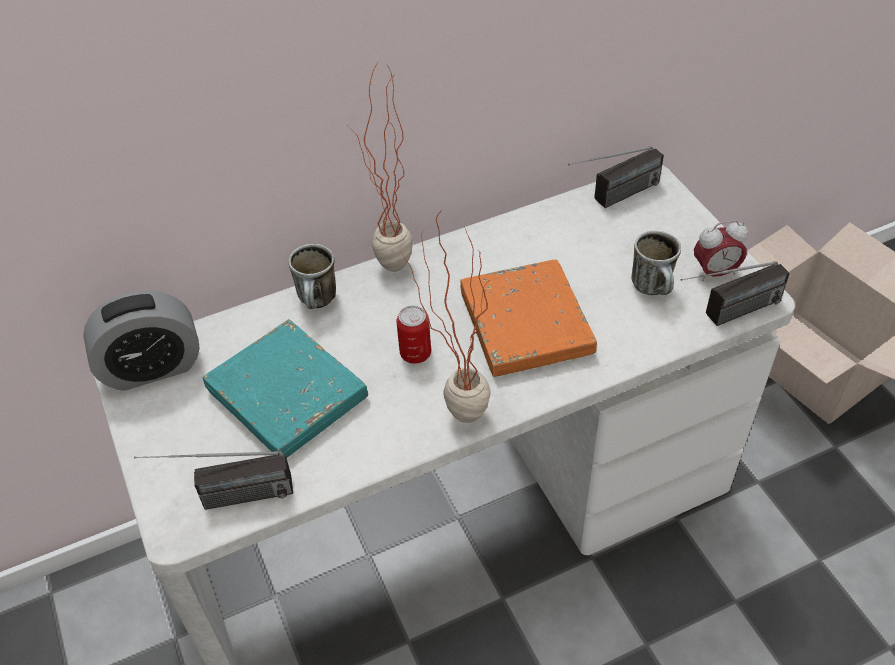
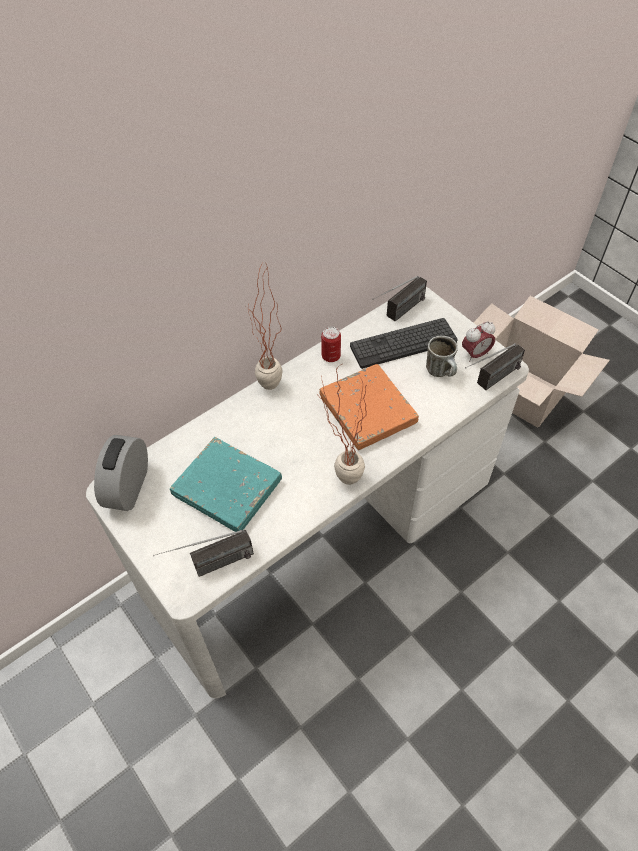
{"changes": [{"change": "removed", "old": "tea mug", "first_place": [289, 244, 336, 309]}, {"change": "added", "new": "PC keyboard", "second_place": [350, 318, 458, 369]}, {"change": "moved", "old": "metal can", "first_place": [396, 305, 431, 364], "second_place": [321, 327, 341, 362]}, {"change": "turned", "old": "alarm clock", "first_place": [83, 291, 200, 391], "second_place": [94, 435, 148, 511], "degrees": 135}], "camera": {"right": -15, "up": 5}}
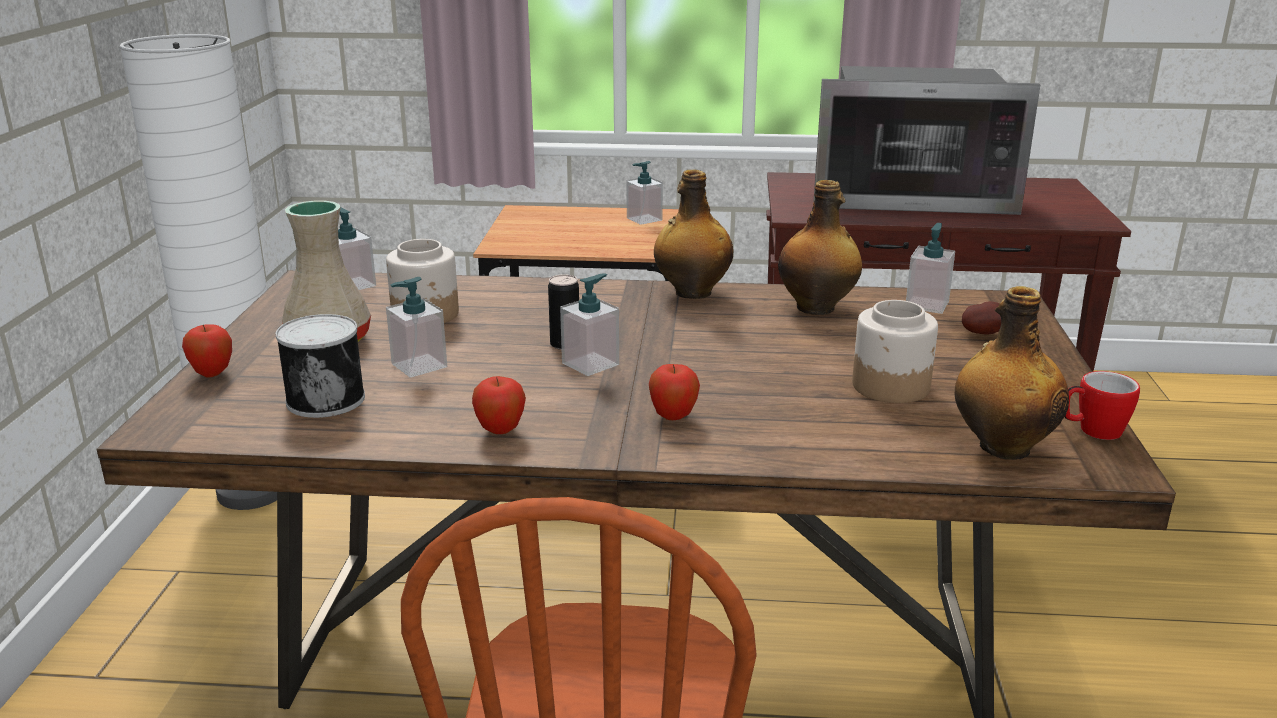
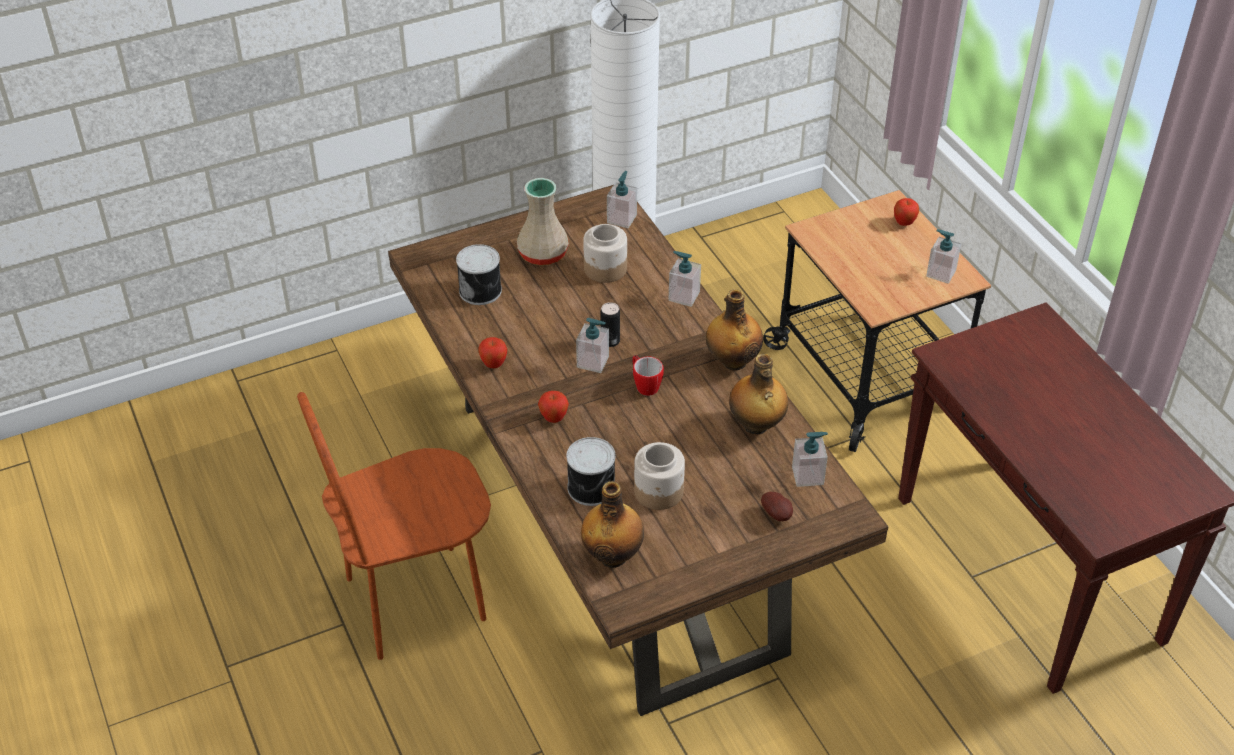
{"changes": [{"change": "removed", "old": "microwave oven", "first_place": [813, 66, 1040, 215]}, {"change": "added", "new": "metal can", "second_place": [566, 437, 616, 506]}, {"change": "moved", "old": "apple", "first_place": [182, 324, 232, 377], "second_place": [894, 198, 919, 226]}, {"change": "moved", "old": "soap bottle", "first_place": [386, 277, 447, 378], "second_place": [668, 251, 701, 307]}, {"change": "moved", "old": "tea mug", "first_place": [1065, 371, 1140, 440], "second_place": [632, 355, 664, 396]}], "camera": {"right": 60, "up": 20}}
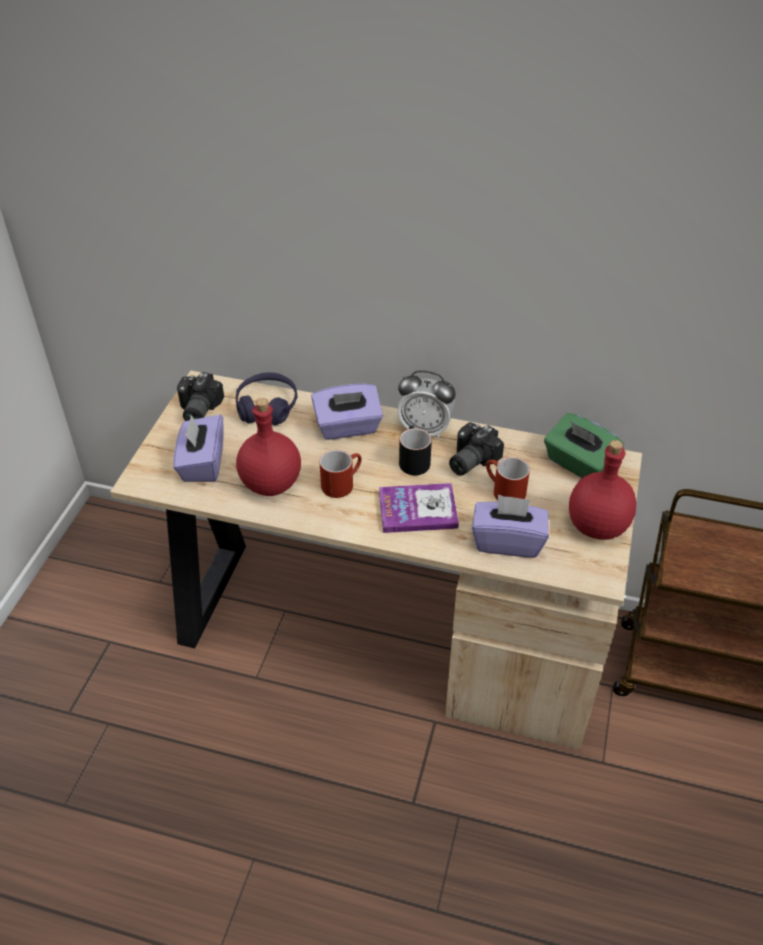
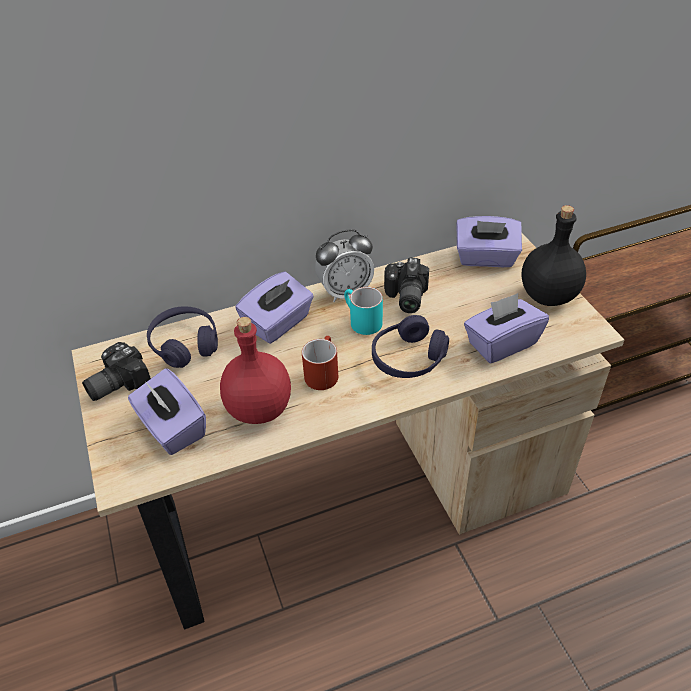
{"changes": [{"change": "removed", "old": "tea mug (reddish)", "first_place": [486, 457, 530, 500]}, {"change": "replaced", "old": "volume", "new": "headphones (purple-coloured)", "first_place": [379, 483, 459, 533], "second_place": [372, 315, 449, 378]}, {"change": "recoloured", "old": "tea mug (black-coloured)", "new": "tea mug (blue-green)", "first_place": [399, 426, 432, 475], "second_place": [344, 287, 383, 335]}, {"change": "recoloured", "old": "tissue holder (green)", "new": "tissue holder (purple-coloured)", "first_place": [544, 413, 624, 478], "second_place": [457, 216, 522, 267]}, {"change": "recoloured", "old": "bottle (reddish)", "new": "bottle (black-coloured)", "first_place": [569, 440, 636, 540], "second_place": [522, 205, 586, 306]}, {"change": "turned", "old": "photo camera", "first_place": [177, 372, 224, 421], "second_place": [82, 342, 151, 401], "degrees": 75}], "camera": {"right": -35, "up": 0}}
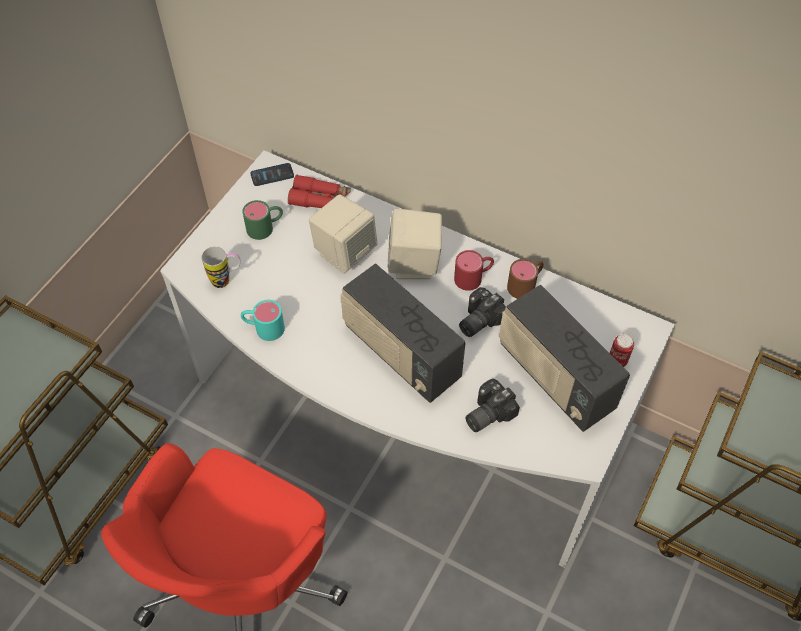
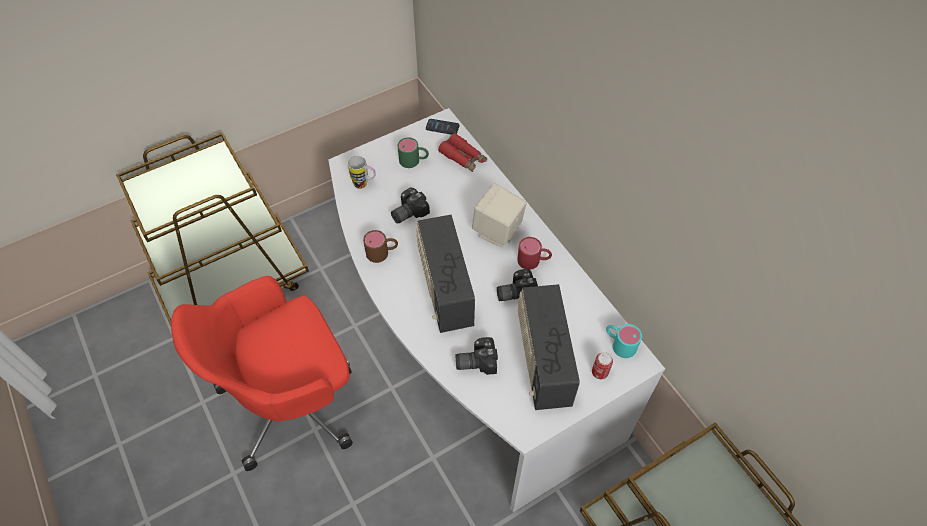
{"changes": [{"change": "removed", "old": "loudspeaker (sand-coloured)", "first_place": [309, 194, 378, 274]}, {"change": "added", "new": "photo camera", "second_place": [391, 187, 430, 224]}, {"change": "moved", "old": "tea mug (blue-green)", "first_place": [241, 300, 285, 341], "second_place": [606, 324, 642, 358]}, {"change": "moved", "old": "tea mug (brown-coloured)", "first_place": [507, 259, 544, 299], "second_place": [363, 230, 398, 263]}], "camera": {"right": 30, "up": 0}}
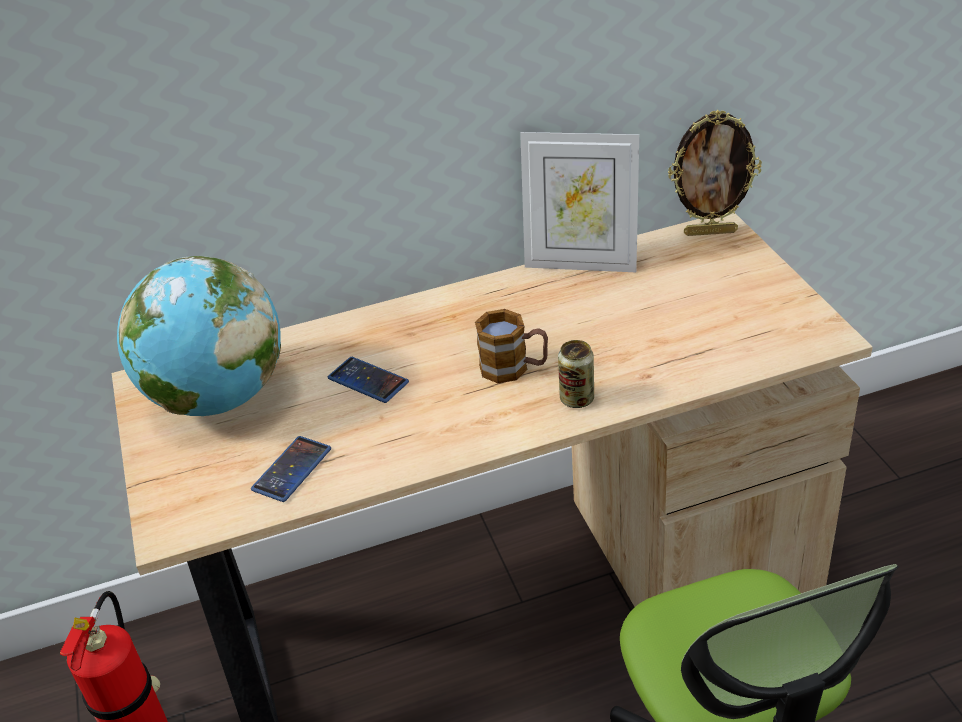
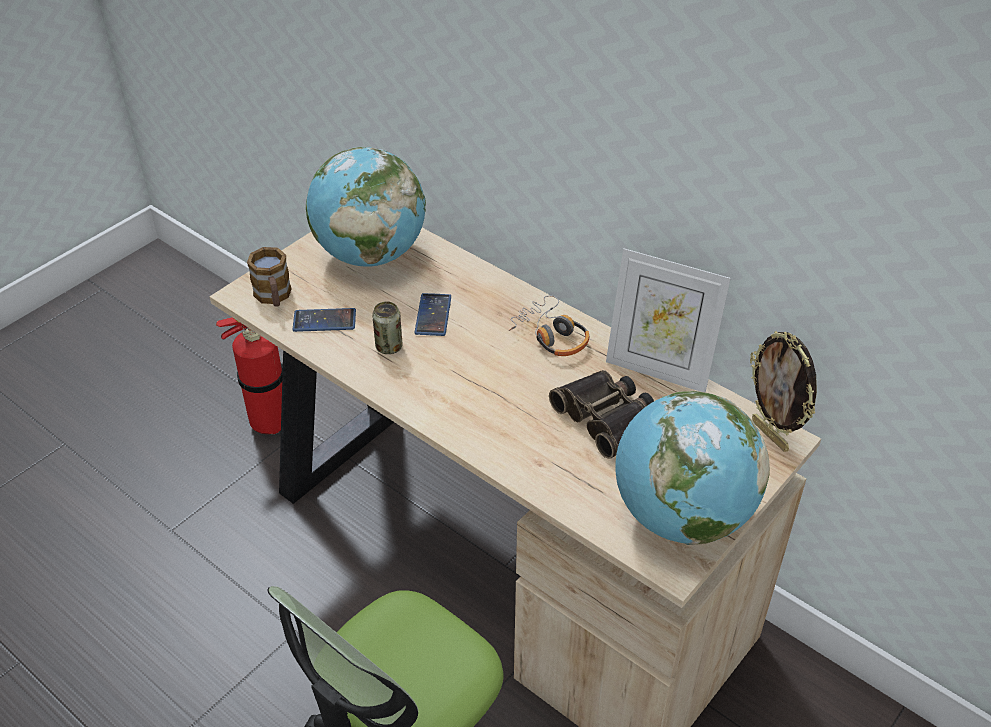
{"changes": [{"change": "added", "new": "headphones", "second_place": [509, 295, 589, 356]}, {"change": "added", "new": "pair of binoculars", "second_place": [549, 370, 654, 459]}, {"change": "added", "new": "desk globe", "second_place": [615, 391, 770, 545]}, {"change": "moved", "old": "tea mug", "first_place": [475, 309, 548, 383], "second_place": [247, 247, 292, 307]}, {"change": "moved", "old": "metal can", "first_place": [558, 340, 594, 408], "second_place": [372, 301, 403, 354]}, {"change": "turned", "old": "picture frame", "first_place": [520, 132, 639, 272], "second_place": [606, 248, 731, 392], "degrees": -45}], "camera": {"right": 55, "up": 5}}
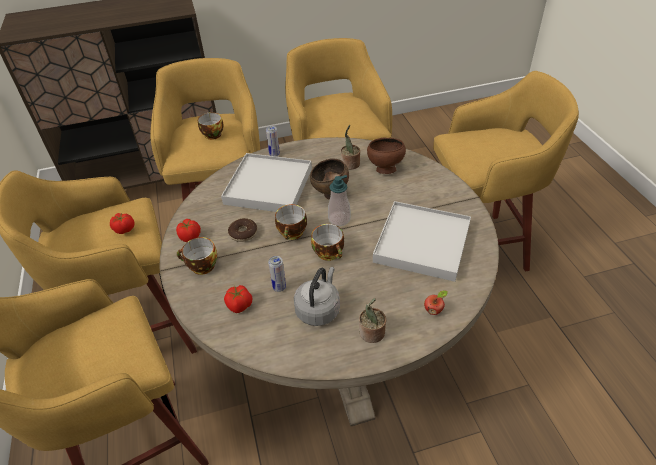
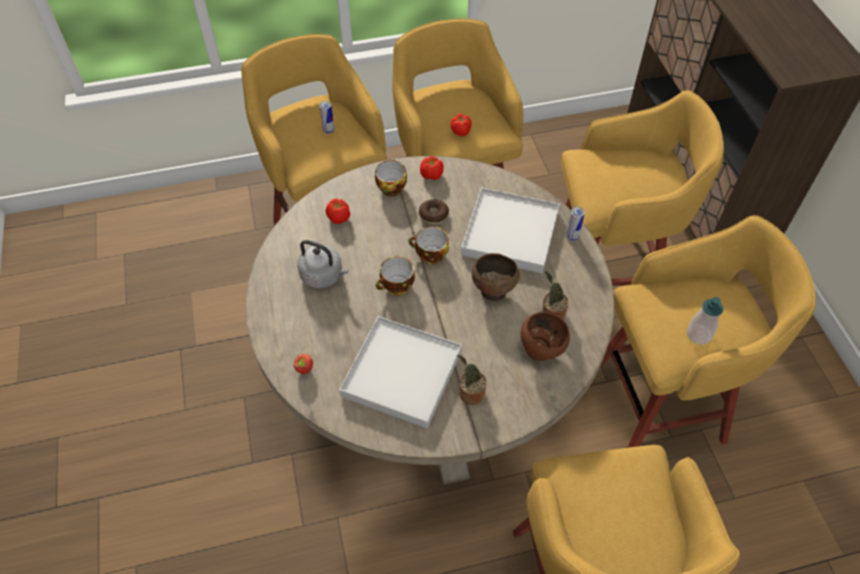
{"changes": [{"change": "removed", "old": "cup", "first_place": [198, 112, 224, 140]}, {"change": "moved", "old": "metal can", "first_place": [268, 256, 286, 292], "second_place": [319, 101, 334, 134]}, {"change": "moved", "old": "soap bottle", "first_place": [328, 175, 351, 226], "second_place": [687, 297, 724, 345]}, {"change": "moved", "old": "plant in a pot", "first_place": [359, 298, 386, 343], "second_place": [457, 354, 487, 405]}], "camera": {"right": 90, "up": 10}}
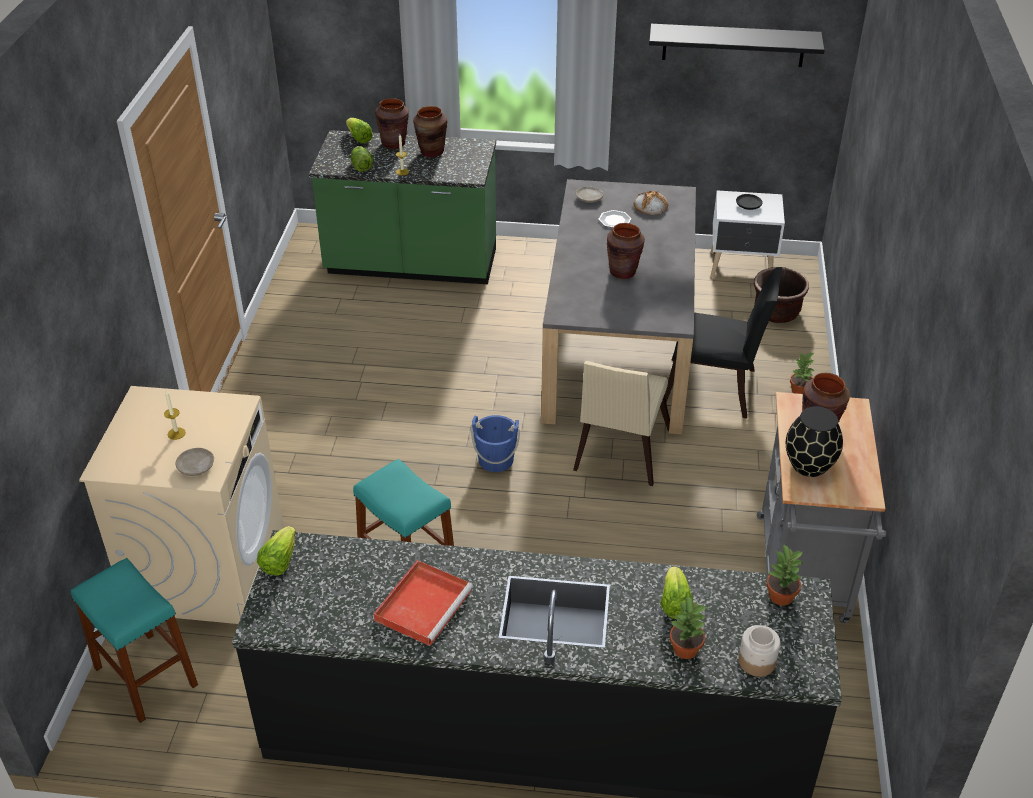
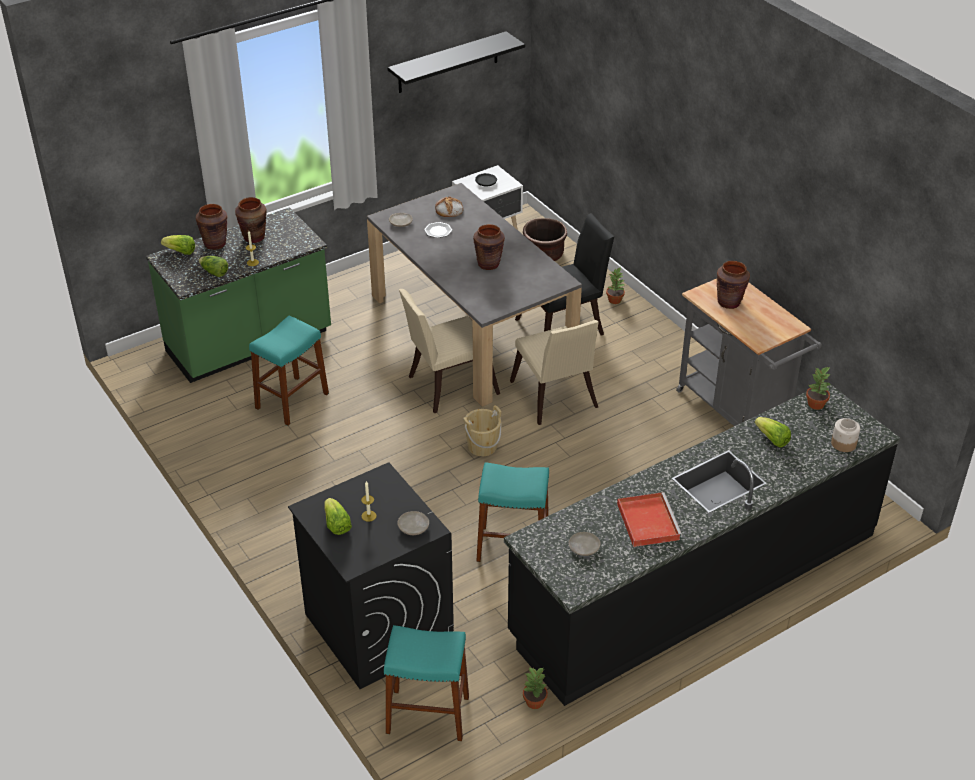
{"changes": [{"change": "removed", "old": "vase (black-coloured)", "first_place": [786, 406, 843, 477]}, {"change": "added", "new": "stool seat (blue-green)", "second_place": [249, 316, 329, 426]}, {"change": "added", "new": "plain chair (sand-coloured)", "second_place": [399, 289, 500, 413]}, {"change": "added", "new": "flat dish (sand-coloured)", "second_place": [569, 532, 601, 556]}, {"change": "moved", "old": "lettuce head", "first_place": [257, 526, 296, 575], "second_place": [324, 498, 352, 535]}, {"change": "moved", "old": "plant in a pot", "first_place": [670, 596, 707, 659], "second_place": [523, 667, 548, 709]}, {"change": "recoloured", "old": "washing machine (sand-coloured)", "new": "washing machine (black-coloured)", "first_place": [79, 386, 284, 624], "second_place": [288, 462, 454, 689]}, {"change": "recoloured", "old": "pail (blue)", "new": "pail (sand-coloured)", "first_place": [471, 415, 520, 472], "second_place": [463, 405, 501, 456]}], "camera": {"right": -40, "up": 0}}
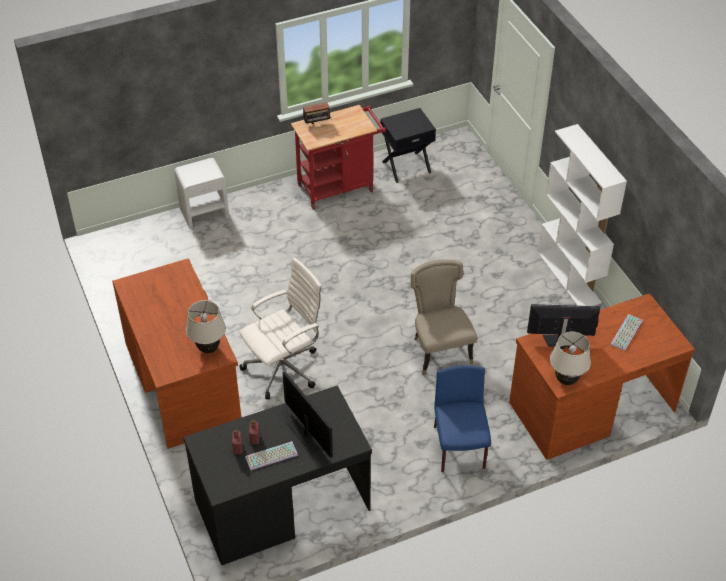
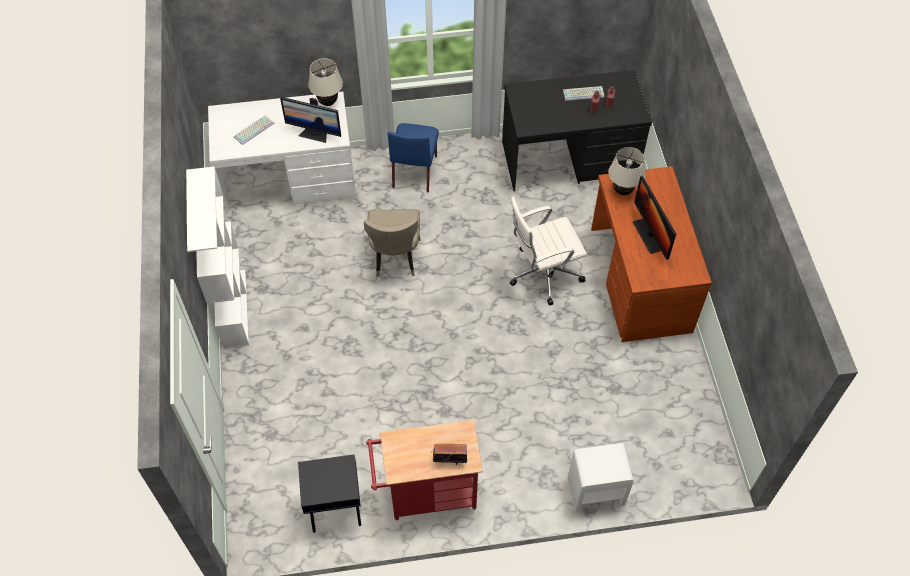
{"changes": [{"change": "moved", "old": "computer screen", "first_place": [283, 371, 333, 458], "second_place": [633, 176, 676, 260]}, {"change": "recoloured", "old": "desk unit (brown-coloured)", "new": "desk unit (white-coloured)", "first_place": [509, 293, 695, 460], "second_place": [208, 91, 357, 214]}], "camera": {"right": -165, "up": 10}}
